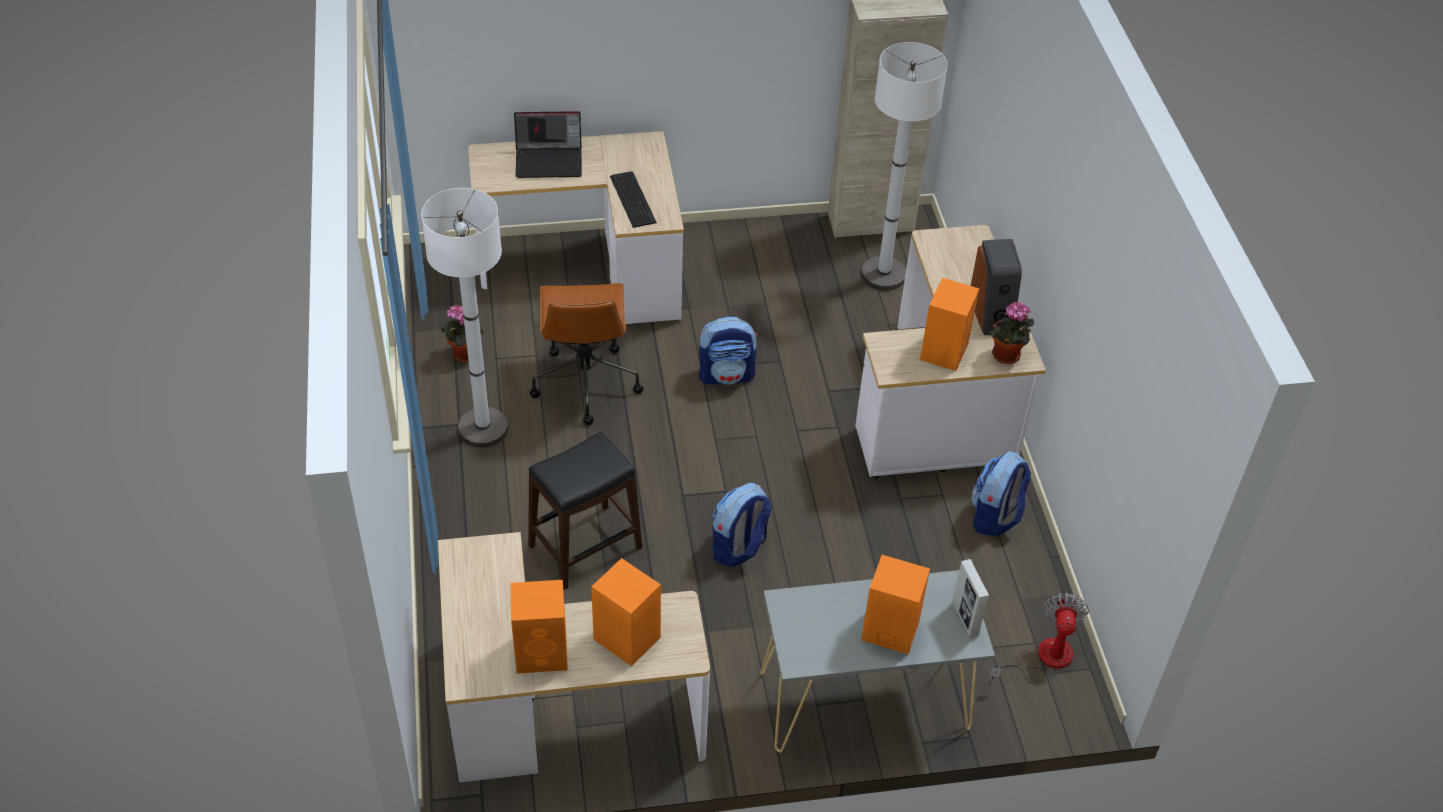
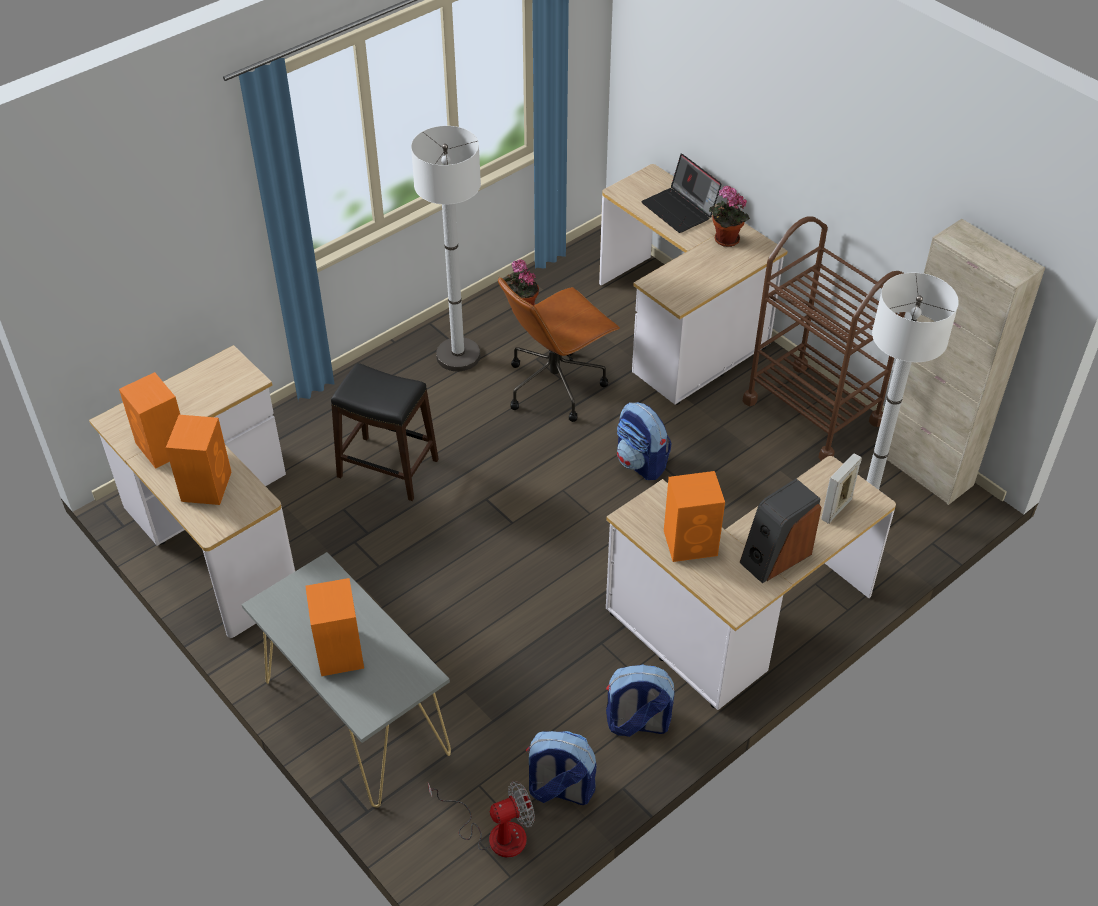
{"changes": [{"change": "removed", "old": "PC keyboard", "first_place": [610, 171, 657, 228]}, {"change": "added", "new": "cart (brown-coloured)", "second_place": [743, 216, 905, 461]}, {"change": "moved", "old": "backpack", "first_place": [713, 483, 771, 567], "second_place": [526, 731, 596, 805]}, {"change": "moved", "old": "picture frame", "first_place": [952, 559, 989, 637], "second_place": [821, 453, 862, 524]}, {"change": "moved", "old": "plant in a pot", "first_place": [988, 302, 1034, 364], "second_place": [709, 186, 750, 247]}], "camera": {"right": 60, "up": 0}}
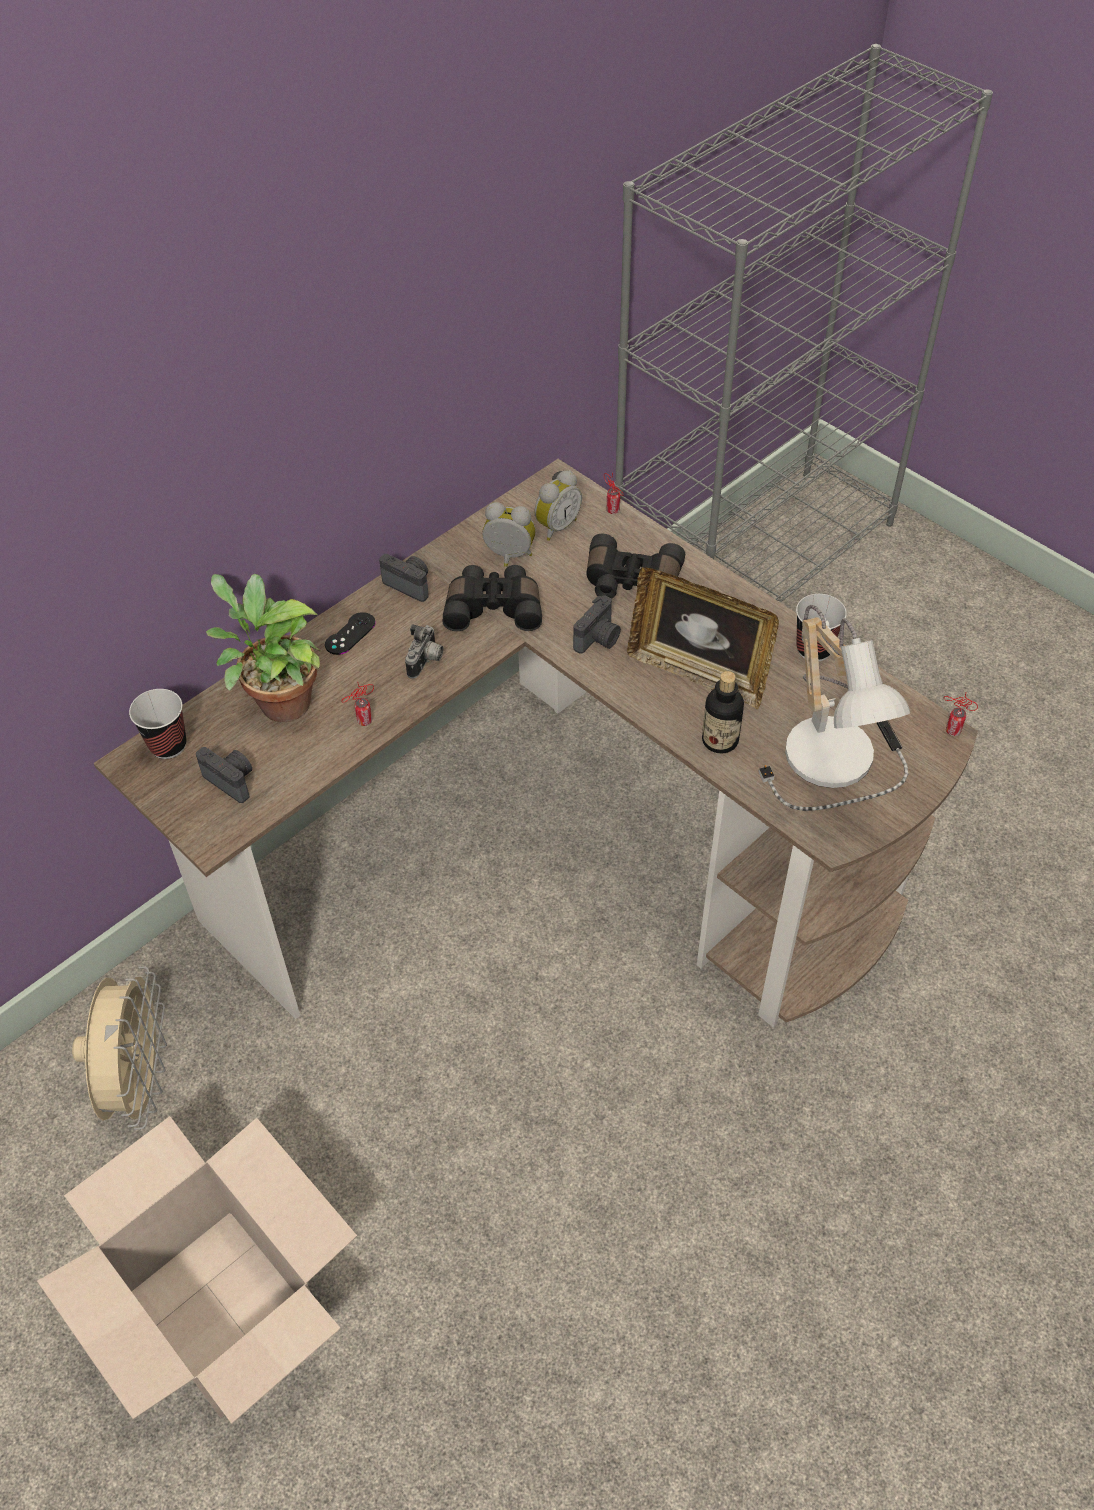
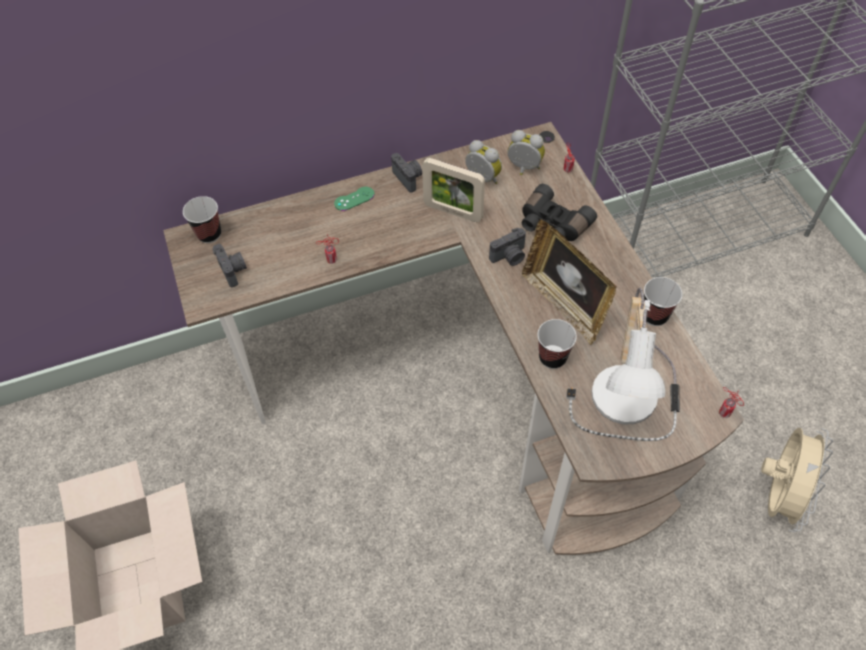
{"changes": [{"change": "removed", "old": "plant in a pot", "first_place": [206, 574, 321, 722]}, {"change": "removed", "old": "photo camera", "first_place": [405, 624, 443, 679]}, {"change": "moved", "old": "fan (sand-coloured)", "first_place": [72, 966, 167, 1130], "second_place": [761, 428, 833, 532]}, {"change": "replaced", "old": "pair of binoculars (black-coloured)", "new": "picture frame", "first_place": [443, 565, 542, 631], "second_place": [422, 158, 485, 222]}, {"change": "replaced", "old": "bottle", "new": "cup", "first_place": [702, 671, 744, 754], "second_place": [537, 319, 577, 369]}, {"change": "recoloured", "old": "joypad (black-coloured)", "new": "joypad (green)", "first_place": [325, 612, 376, 655], "second_place": [334, 187, 374, 211]}, {"change": "turned", "old": "alarm clock", "first_place": [534, 470, 582, 541], "second_place": [507, 130, 545, 175], "degrees": -135}], "camera": {"right": 25, "up": 5}}
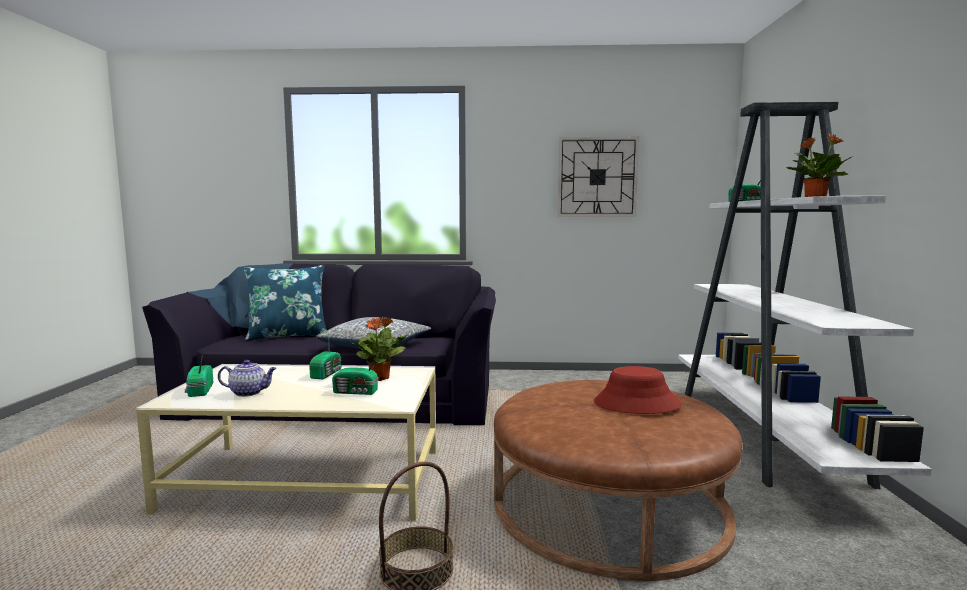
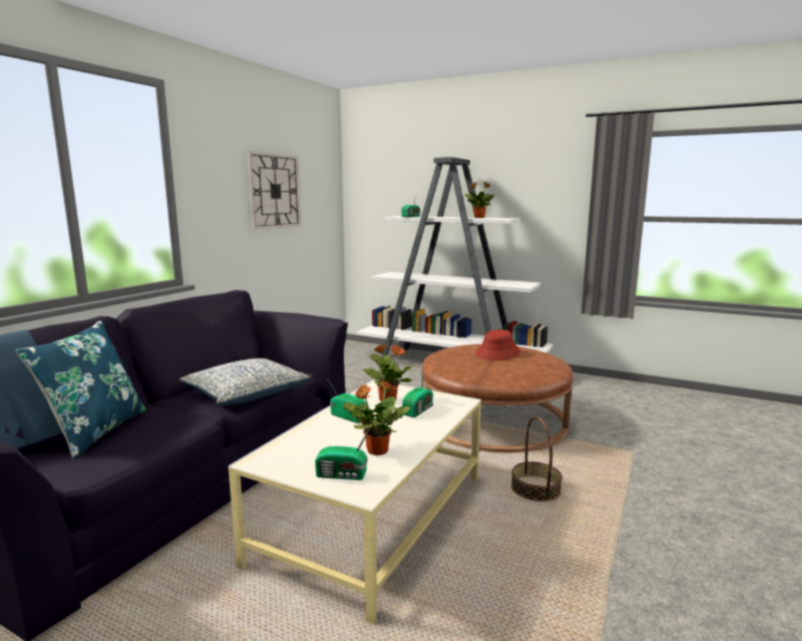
{"changes": [{"change": "replaced", "old": "tea pot", "new": "plant in a pot", "first_place": [218, 360, 276, 397], "second_place": [343, 379, 411, 456]}], "camera": {"right": -65, "up": 5}}
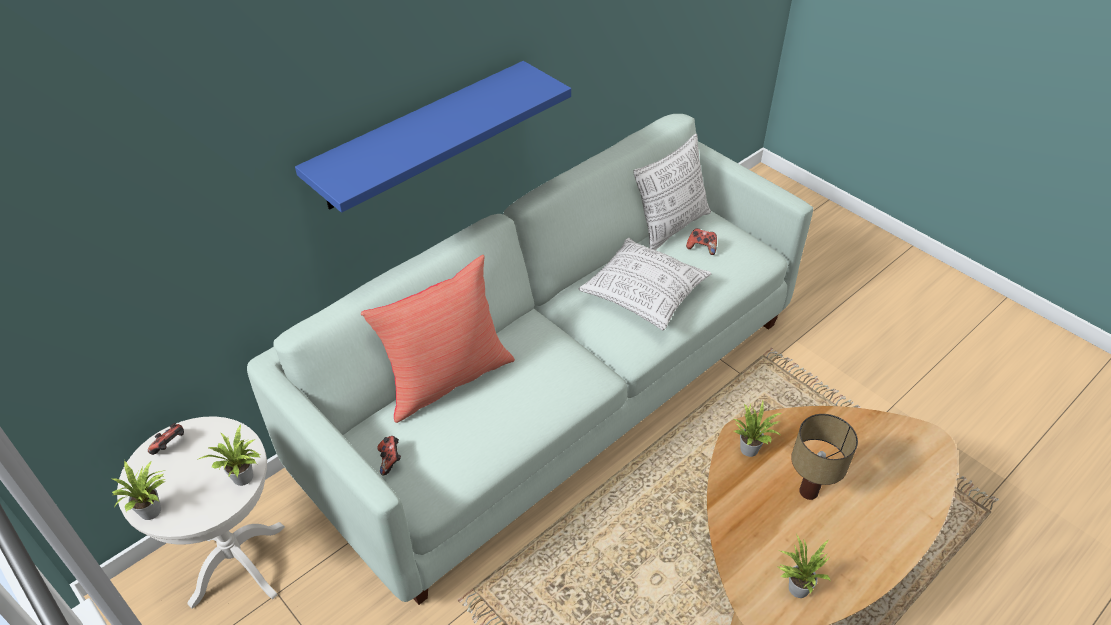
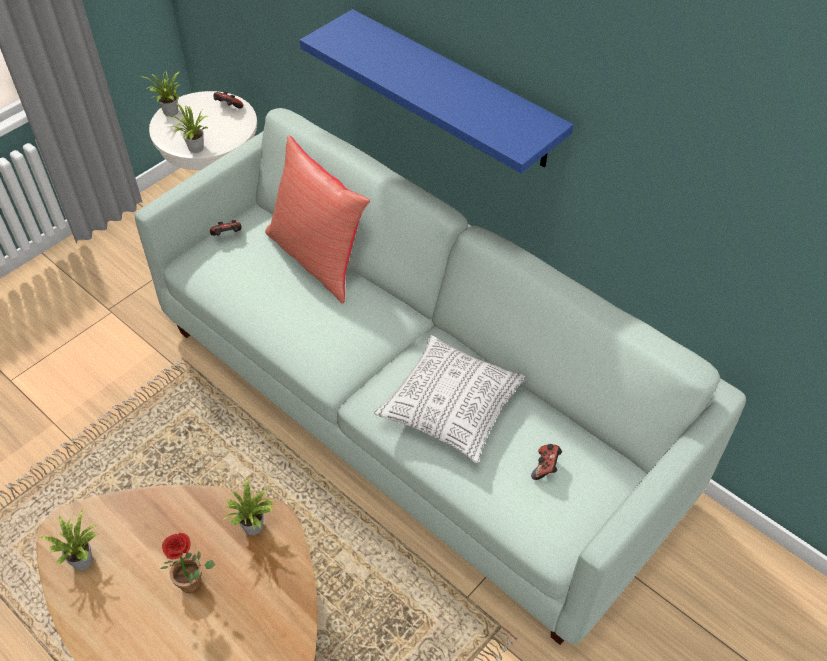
{"changes": [{"change": "removed", "old": "throw pillow", "first_place": [633, 134, 711, 250]}, {"change": "replaced", "old": "tabletop lamp", "new": "plant in a pot", "first_place": [791, 414, 858, 500], "second_place": [161, 533, 215, 593]}], "camera": {"right": 85, "up": 5}}
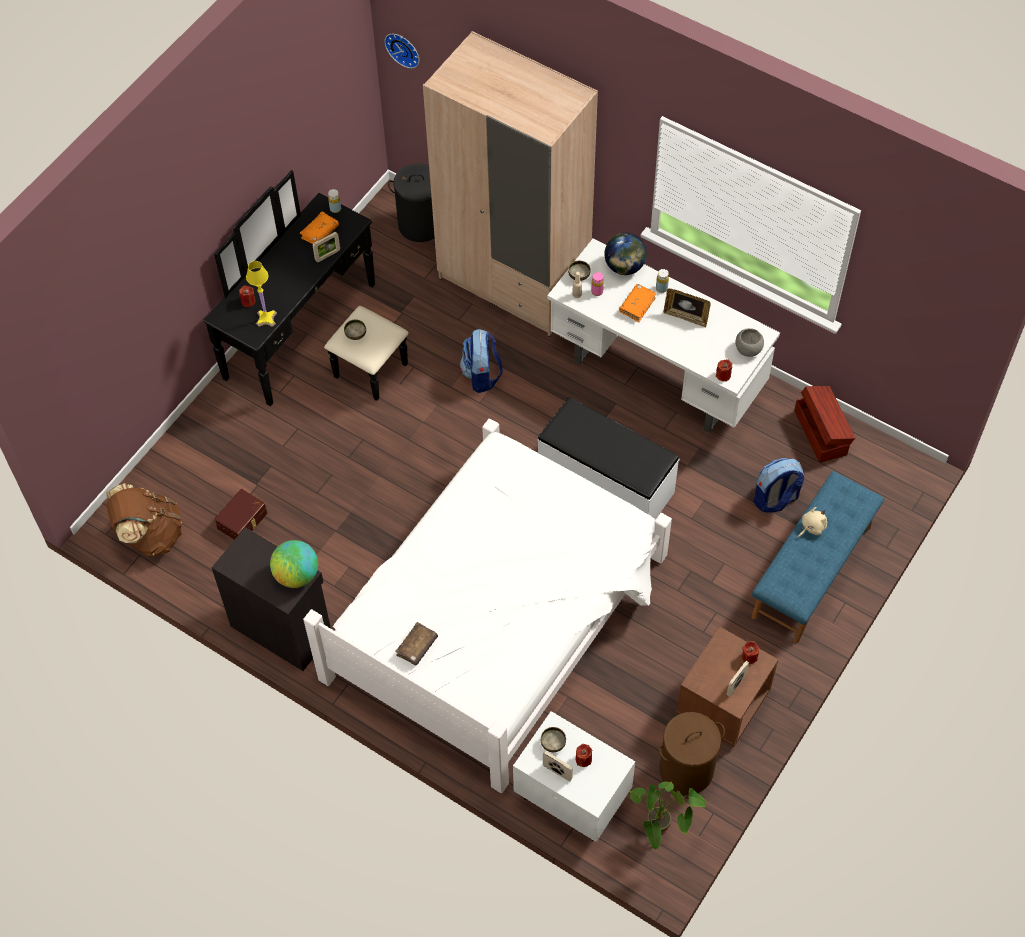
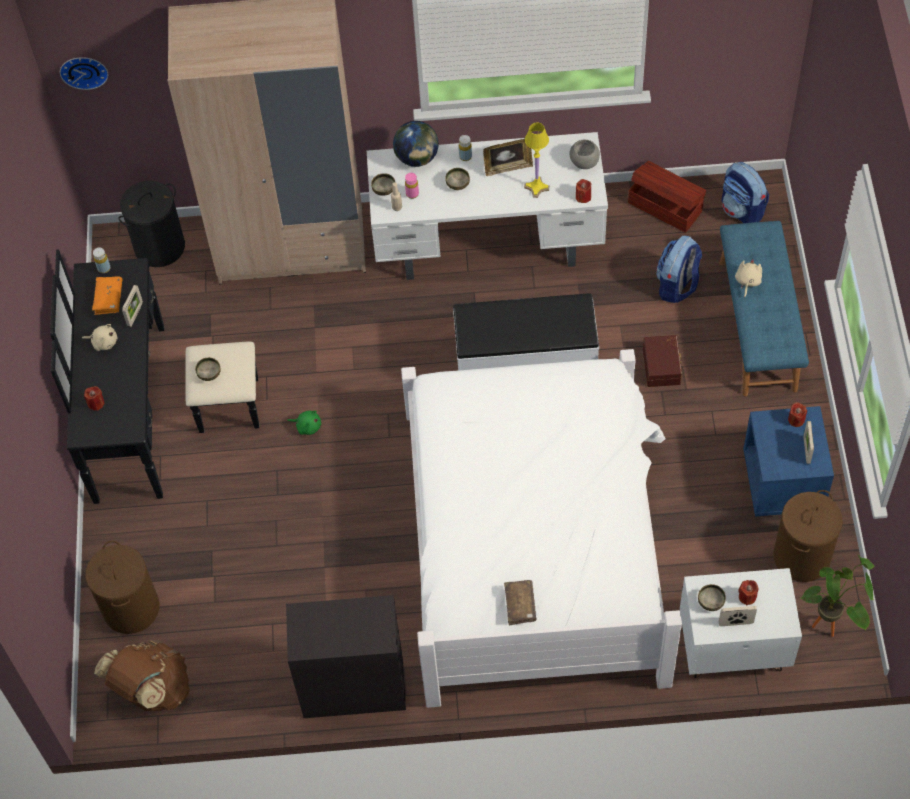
{"changes": [{"change": "removed", "old": "desk globe", "first_place": [270, 540, 318, 588]}, {"change": "added", "new": "cuddly toy (sand-coloured)", "second_place": [82, 324, 117, 351]}, {"change": "added", "new": "hamper (brown-coloured)", "second_place": [86, 540, 160, 634]}, {"change": "added", "new": "cuddly toy (green)", "second_place": [287, 411, 321, 435]}, {"change": "moved", "old": "storage box (brown-coloured)", "first_place": [215, 489, 267, 540], "second_place": [643, 335, 682, 387]}, {"change": "moved", "old": "tabletop lamp (yellow)", "first_place": [246, 261, 277, 327], "second_place": [524, 123, 550, 198]}, {"change": "moved", "old": "backpack", "first_place": [460, 329, 503, 393], "second_place": [721, 162, 769, 223]}, {"change": "replaced", "old": "volume (orangey)", "new": "bowl", "first_place": [619, 284, 657, 322], "second_place": [445, 168, 470, 190]}, {"change": "recoloured", "old": "nightstand (brown-coloured)", "new": "nightstand (blue)", "first_place": [676, 626, 778, 747], "second_place": [743, 406, 834, 517]}], "camera": {"right": -35, "up": 0}}
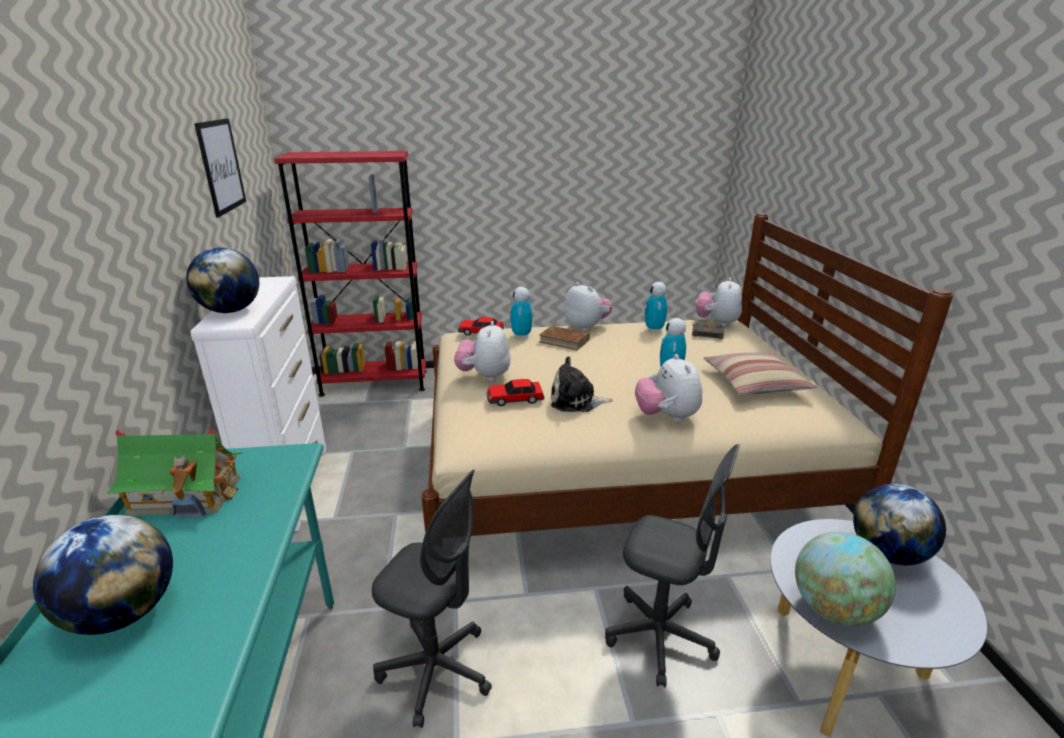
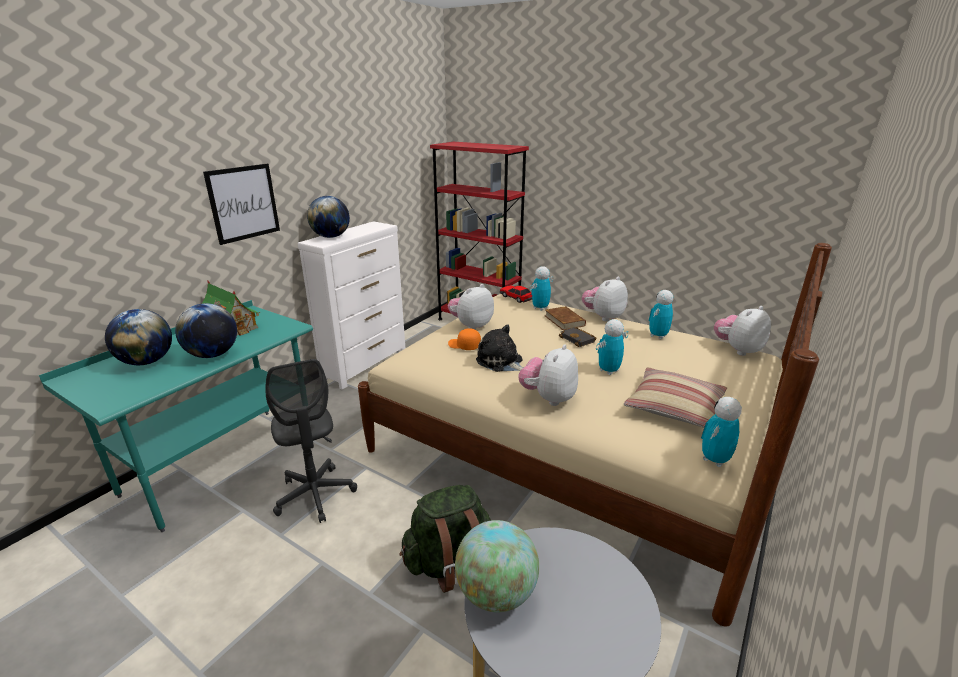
{"changes": [{"change": "added", "new": "robot figure", "second_place": [701, 397, 742, 467]}, {"change": "moved", "old": "picture", "first_place": [194, 118, 246, 217], "second_place": [203, 164, 280, 245]}, {"change": "moved", "old": "volume (black-coloured)", "first_place": [692, 323, 724, 339], "second_place": [559, 327, 597, 347]}, {"change": "moved", "old": "desk globe", "first_place": [853, 484, 946, 565], "second_place": [175, 303, 237, 358]}, {"change": "replaced", "old": "miniature car", "new": "baseball cap (orangey)", "first_place": [487, 379, 544, 406], "second_place": [448, 328, 481, 350]}, {"change": "replaced", "old": "computer chair (greyish)", "new": "backpack (green)", "first_place": [605, 444, 740, 687], "second_place": [399, 485, 491, 593]}, {"change": "turned", "old": "cuddly toy", "first_place": [564, 282, 612, 331], "second_place": [582, 277, 628, 321], "degrees": -135}], "camera": {"right": 40, "up": 0}}
